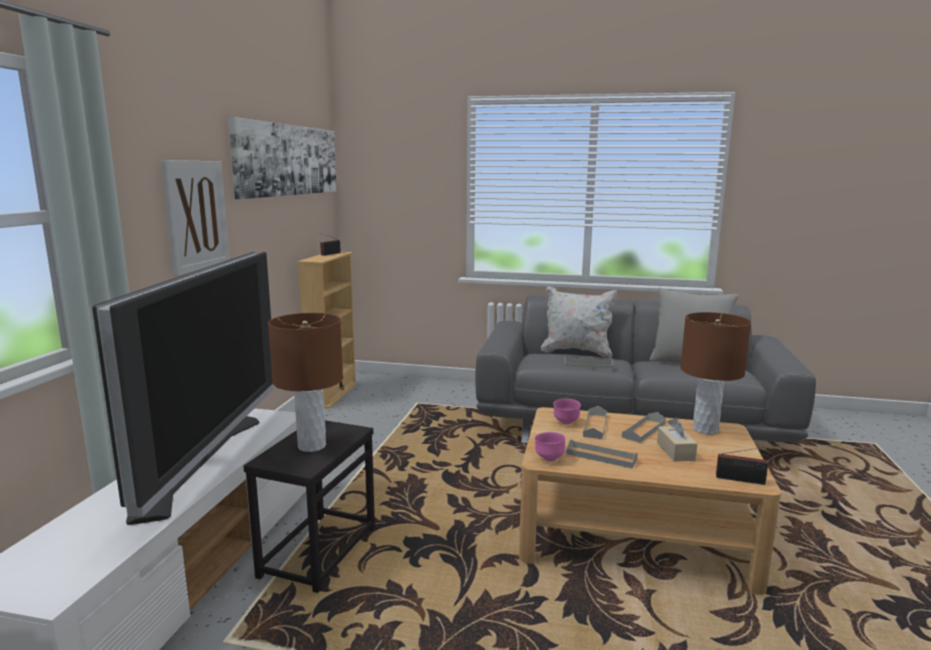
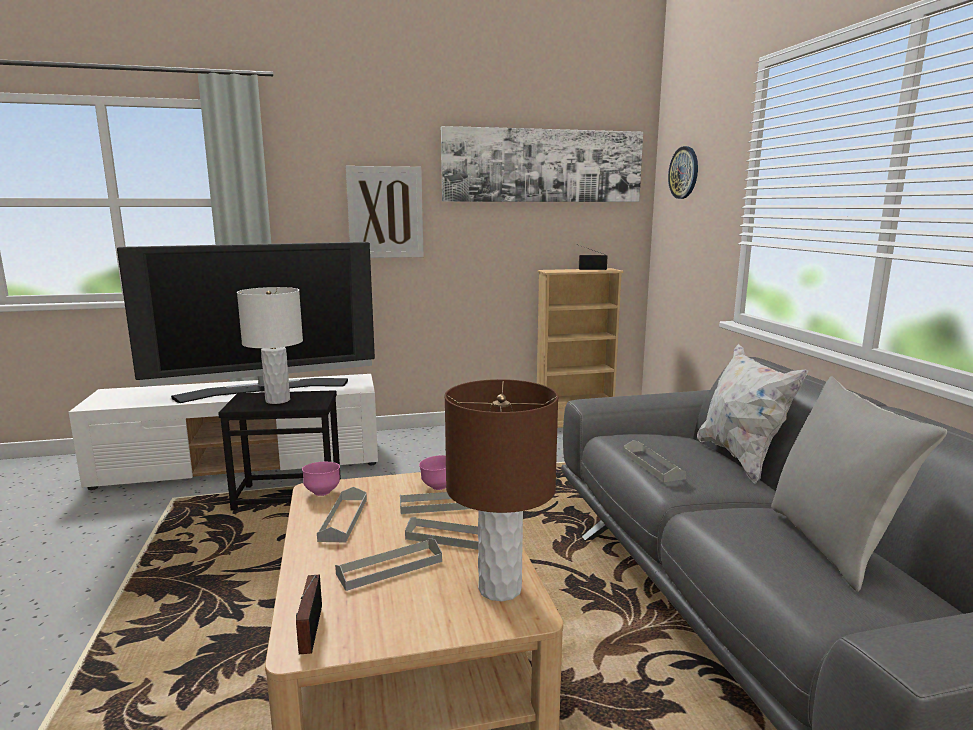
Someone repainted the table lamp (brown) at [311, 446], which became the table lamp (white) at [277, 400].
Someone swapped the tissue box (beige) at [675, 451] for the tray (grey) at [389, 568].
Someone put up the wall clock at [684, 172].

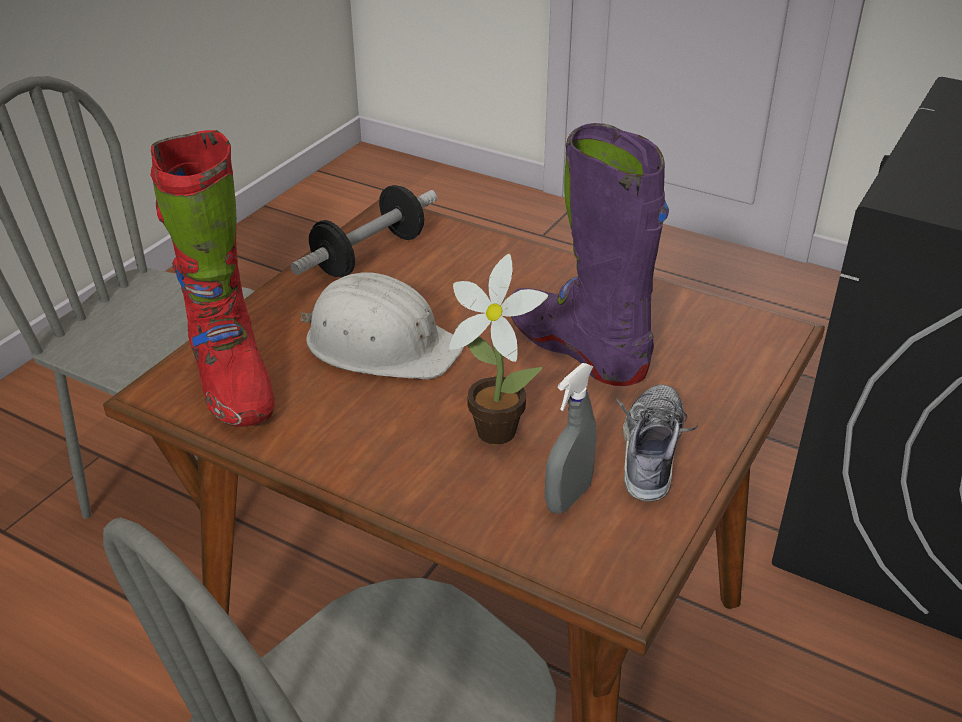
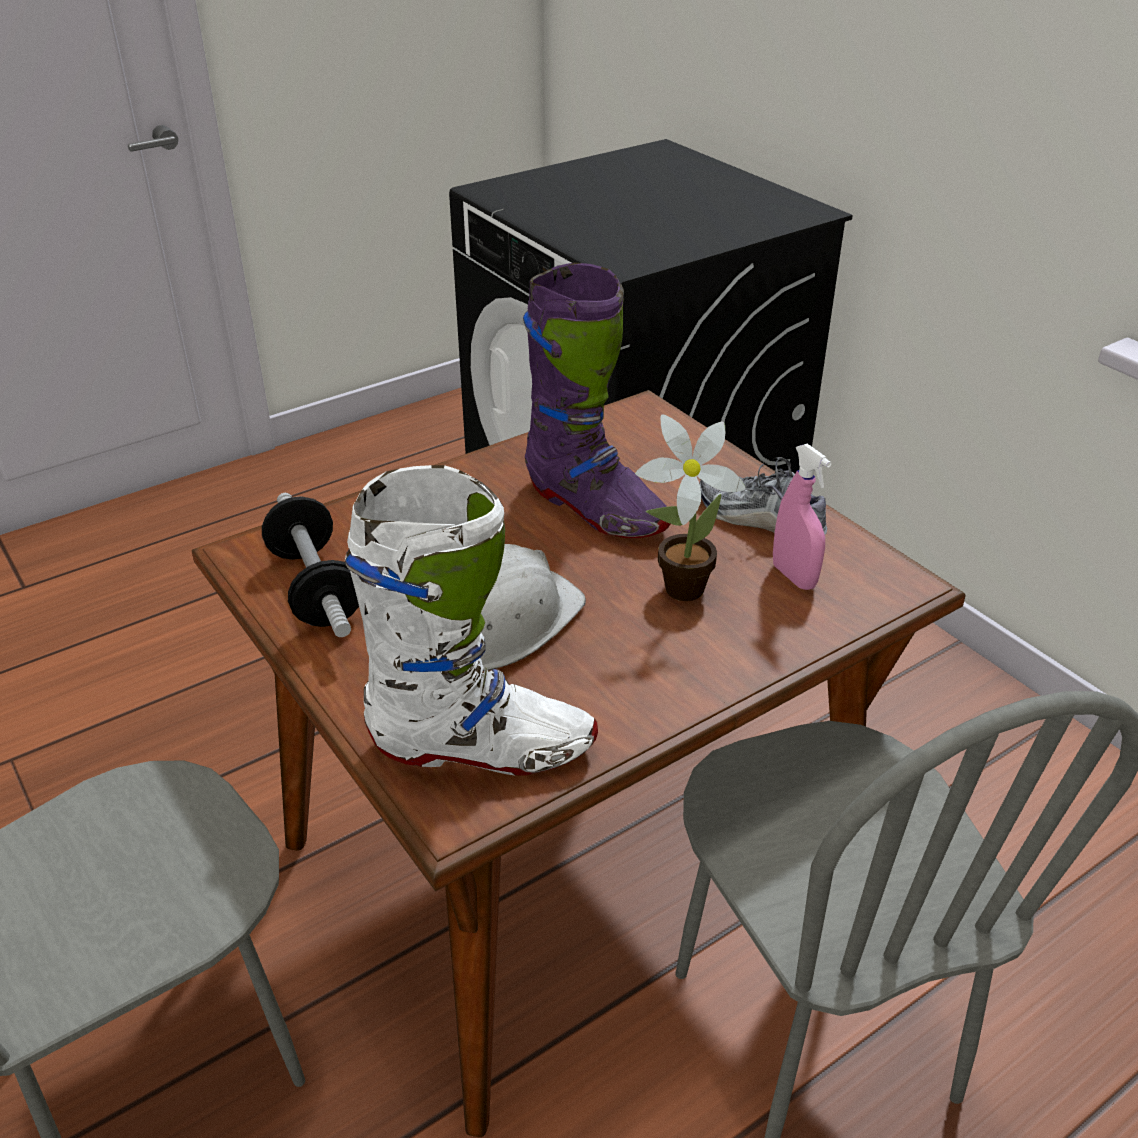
Someone rotated the boot (purple) at [578, 349] by 120 degrees counterclockwise.
Someone repainted the boot (red) at [232, 382], which became the boot (white) at [482, 749].
Someone repainted the spray bottle (grey) at [568, 497], which became the spray bottle (pink) at [794, 577].

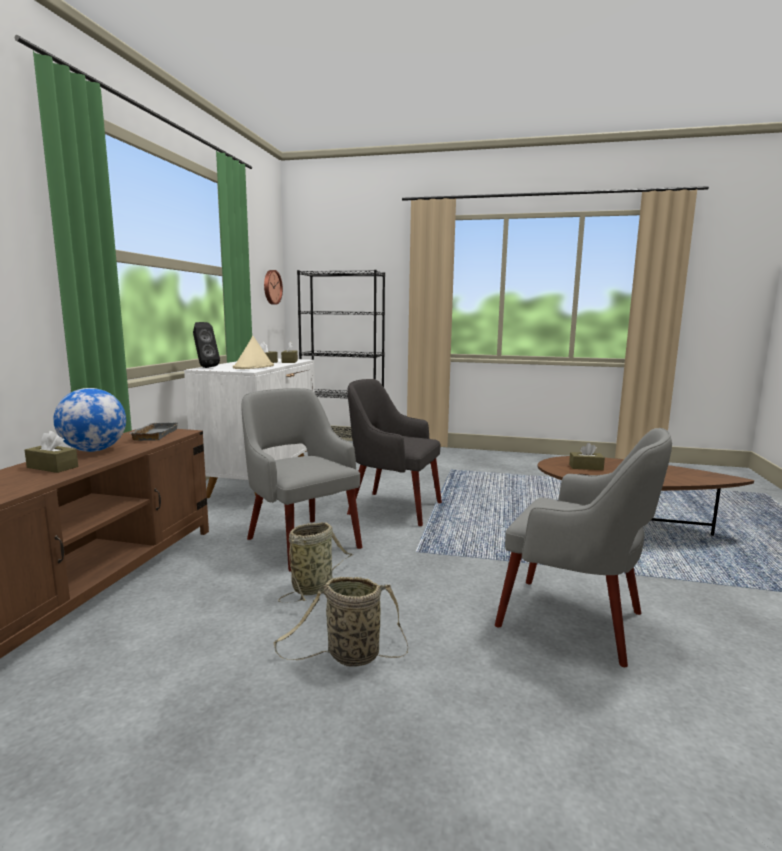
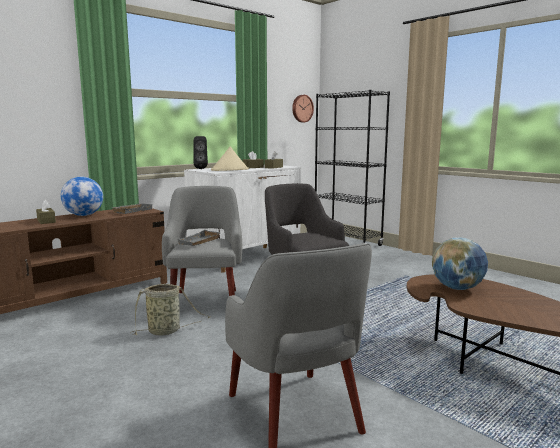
Someone swapped the tissue box (brown) at [586, 467] for the globe at [457, 288].
Someone took away the basket at [349, 656].
Someone put down the tray (grey) at [200, 241].

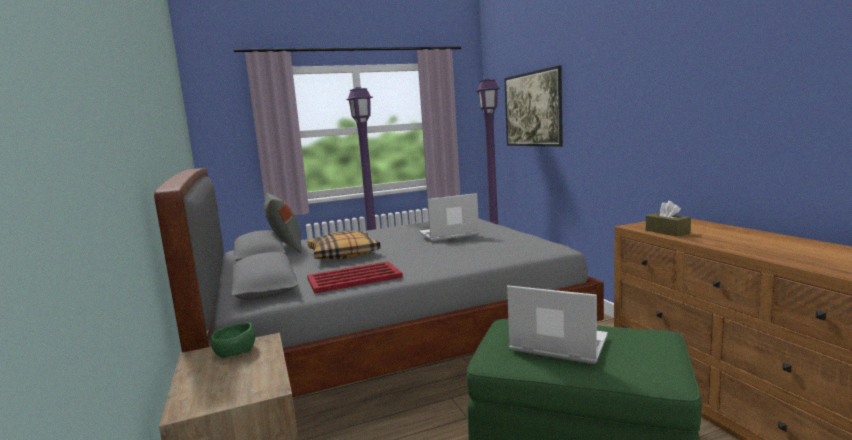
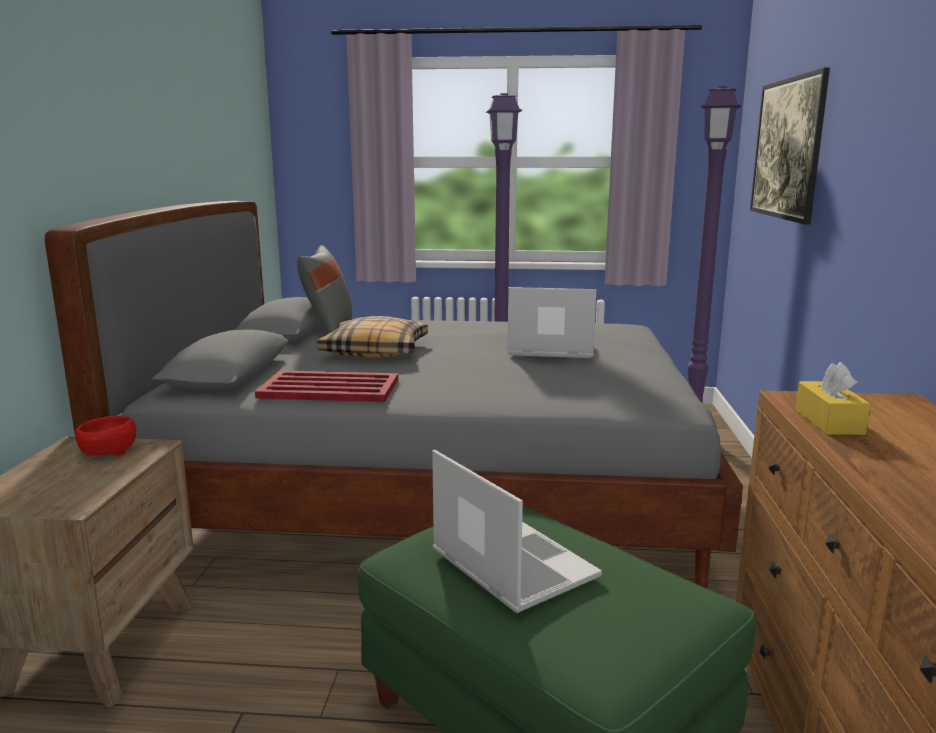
Someone repainted the tissue box (brown) at [667, 232], which became the tissue box (yellow) at [828, 422].
Someone repainted the bowl (green) at [234, 352], which became the bowl (red) at [107, 451].

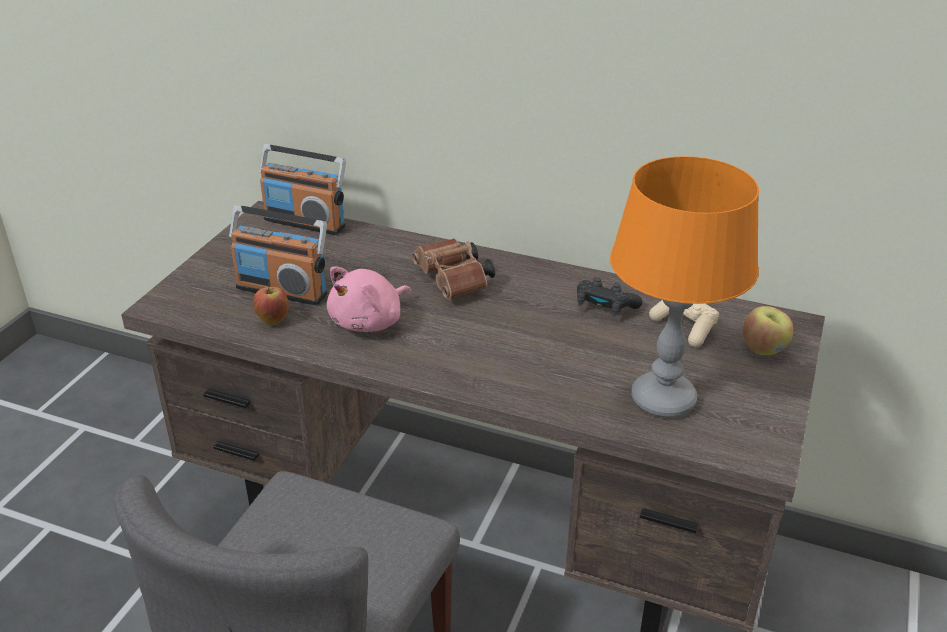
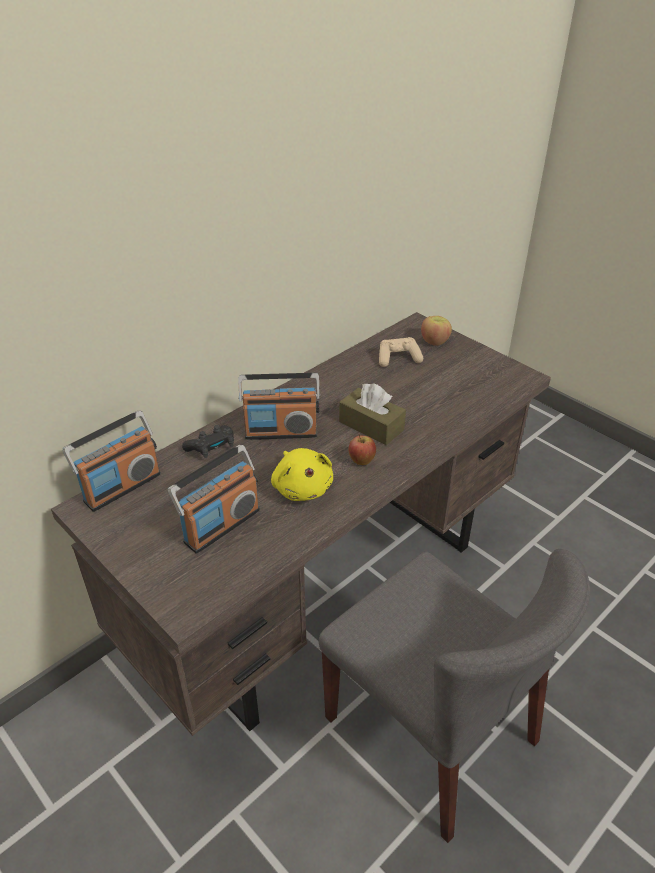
Someone took away the table lamp (orange) at [663, 400].
Someone swapped the binoculars (brown) at [454, 282] for the radio at [281, 432].
Someone repainted the plush toy (pink) at [369, 322], which became the plush toy (yellow) at [302, 487].
Someone carried the game controller (black) from [604, 307] to [212, 448].
Someone carried the apple from [273, 321] to [361, 461].
Someone put down the tissue box (brown) at [371, 426].

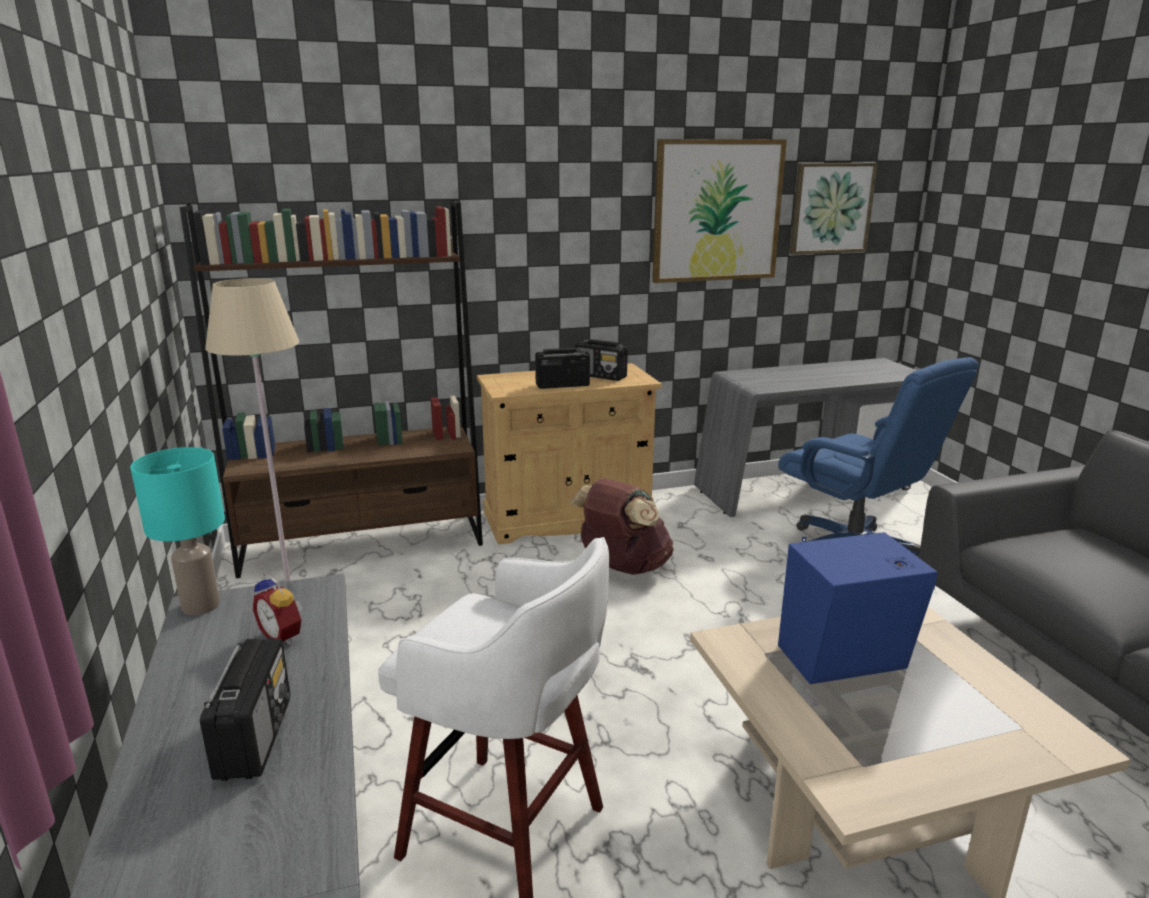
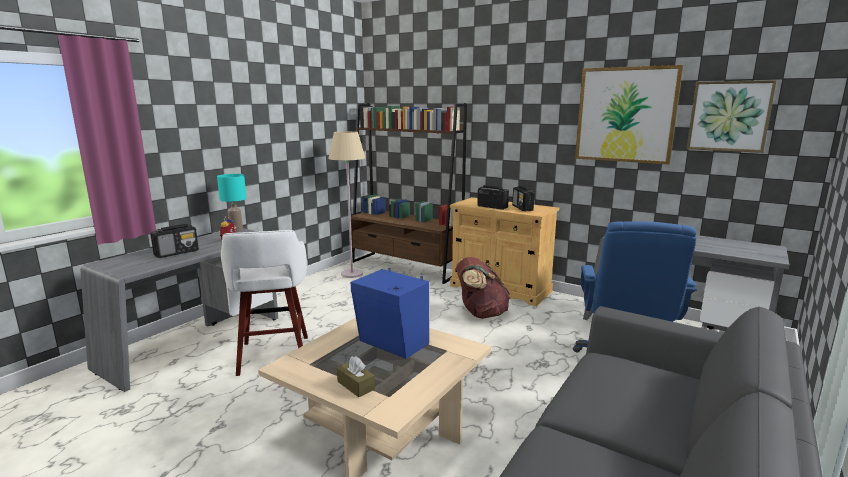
Someone put down the tissue box (brown) at [356, 385].

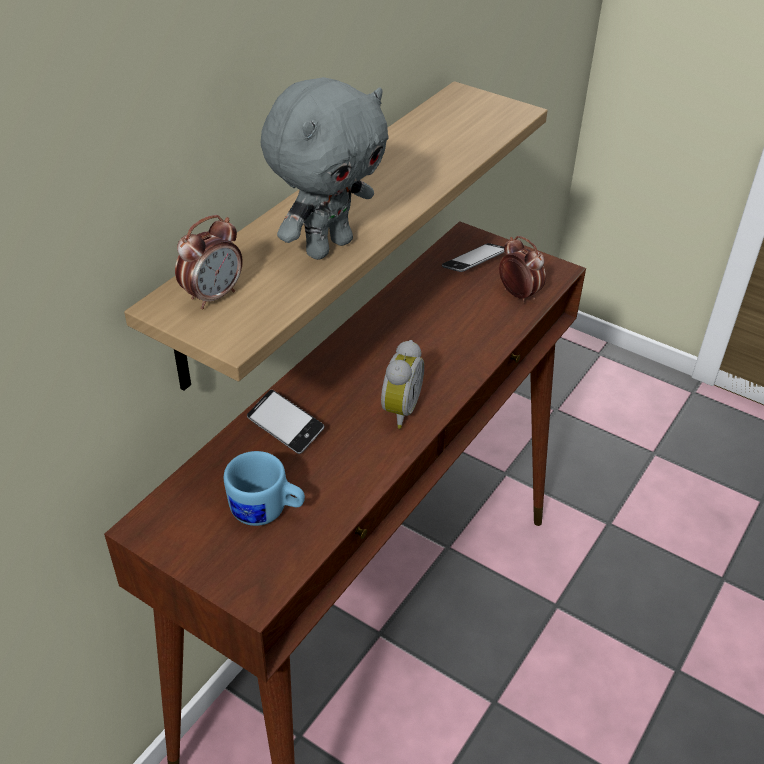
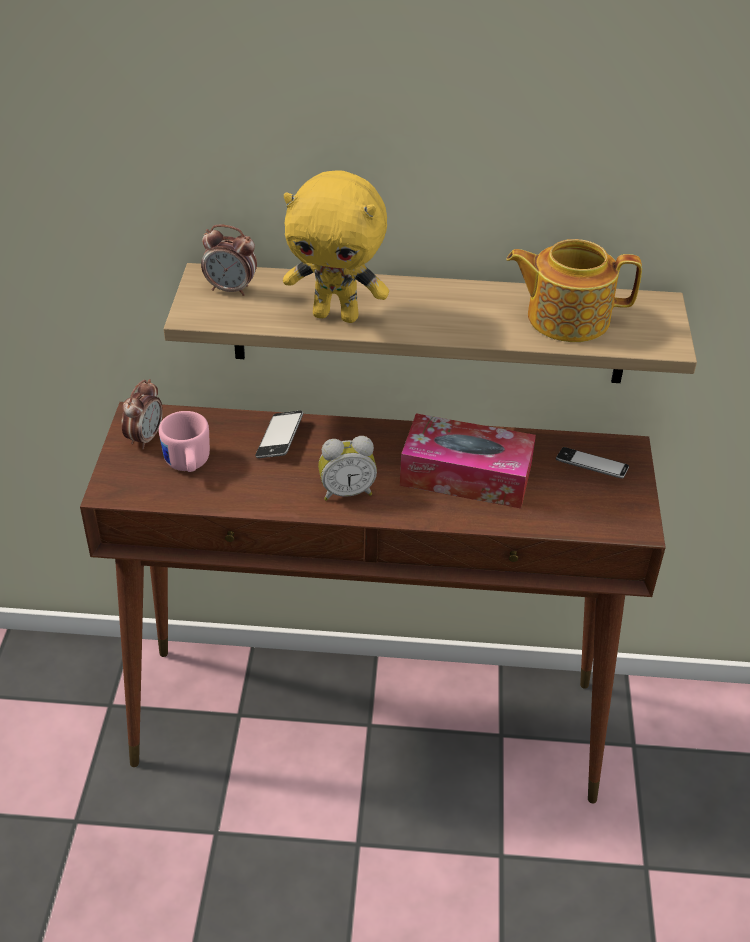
Someone repainted the plush toy (grey) at [327, 246], which became the plush toy (yellow) at [337, 315].
Someone carried the alarm clock from [518, 294] to [145, 438].
Someone repainted the mug (blue) at [267, 512], which became the mug (pink) at [187, 465].
Someone put down the teapot at [566, 317].
Someone put down the tissue box at [466, 475].

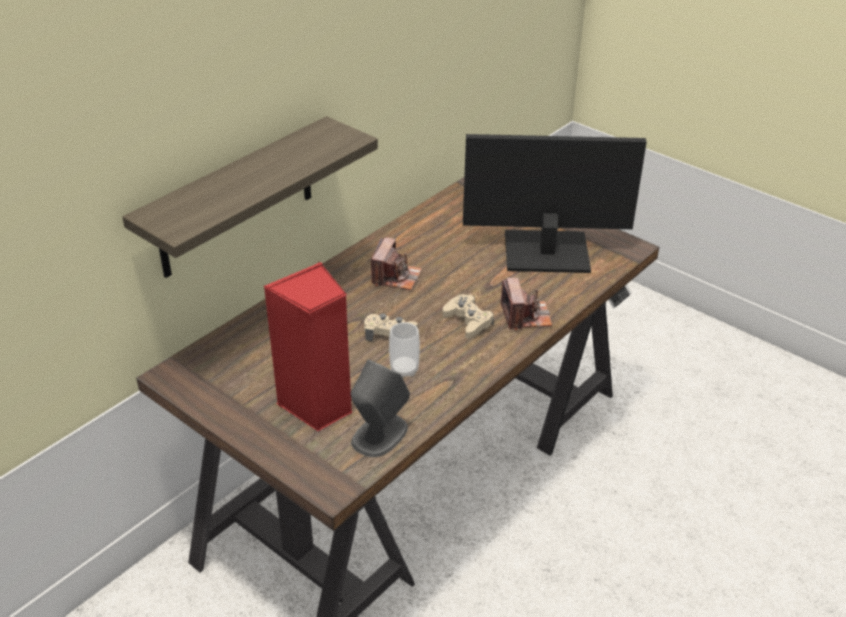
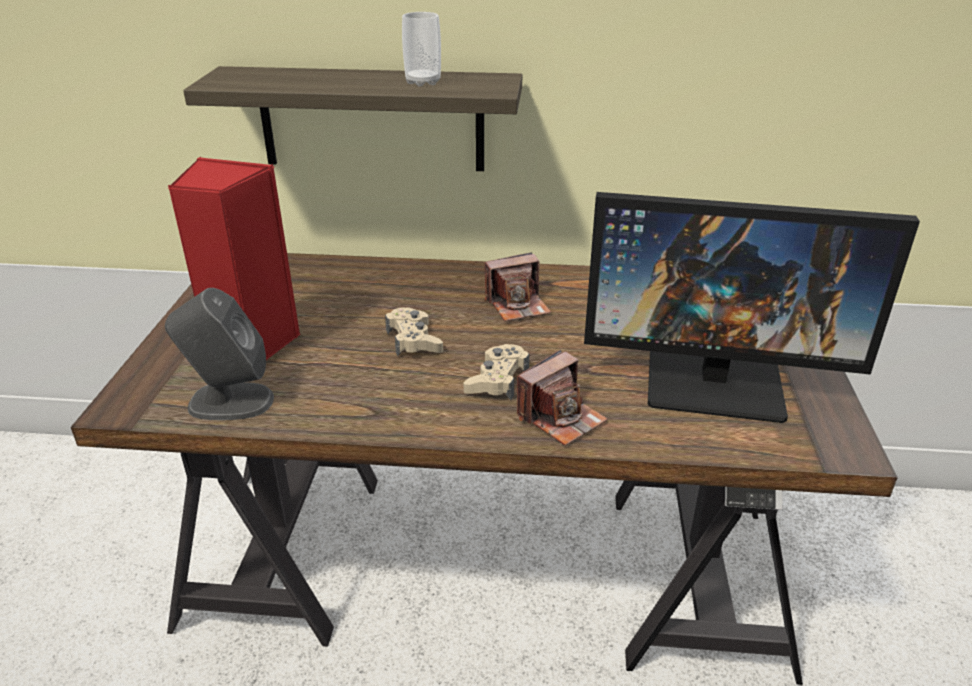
Someone rotated the monitor at [545, 252] by 135 degrees clockwise.
Someone carried the cup from [404, 370] to [423, 82].

